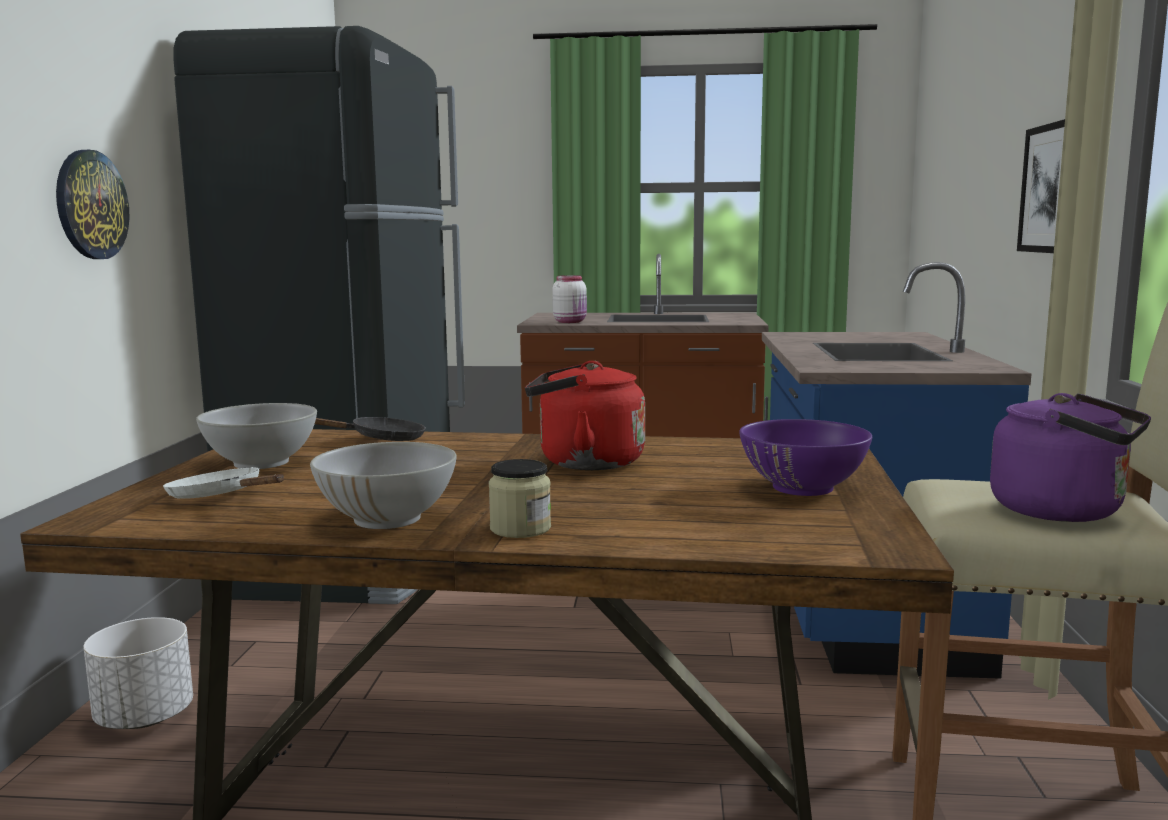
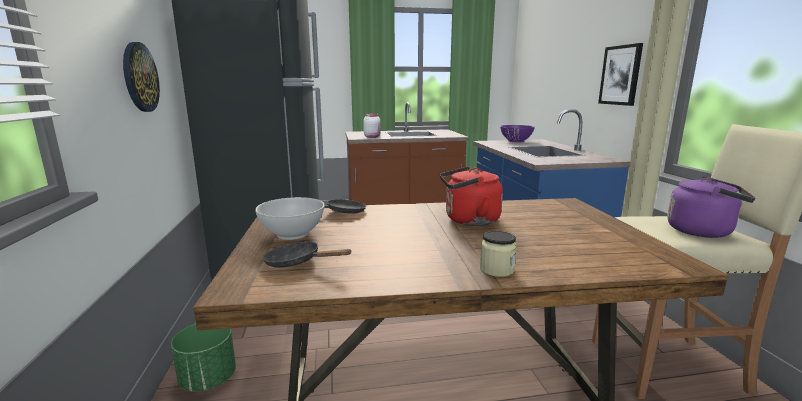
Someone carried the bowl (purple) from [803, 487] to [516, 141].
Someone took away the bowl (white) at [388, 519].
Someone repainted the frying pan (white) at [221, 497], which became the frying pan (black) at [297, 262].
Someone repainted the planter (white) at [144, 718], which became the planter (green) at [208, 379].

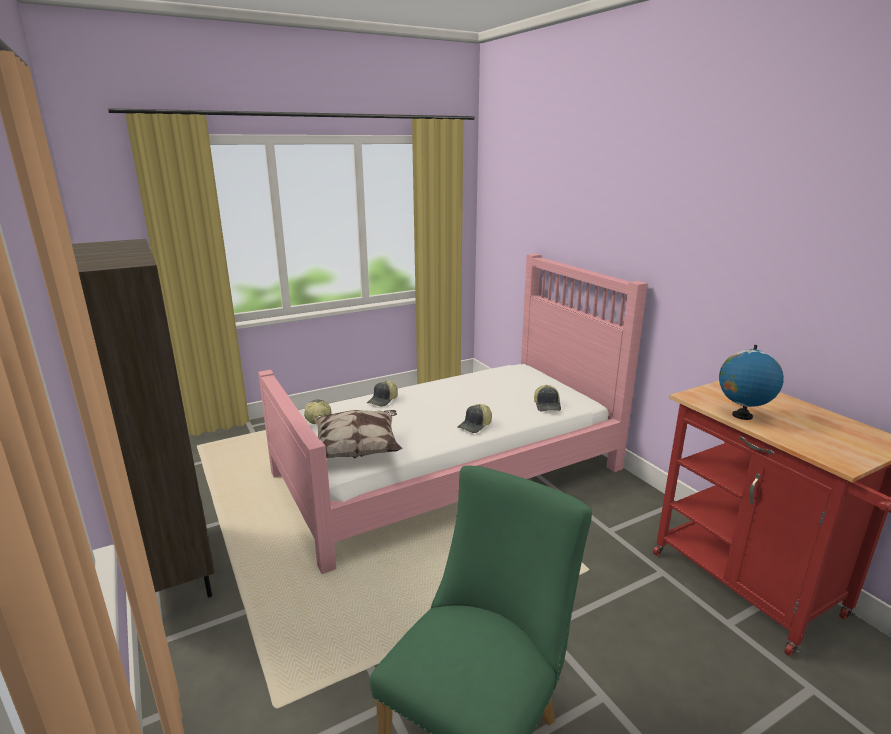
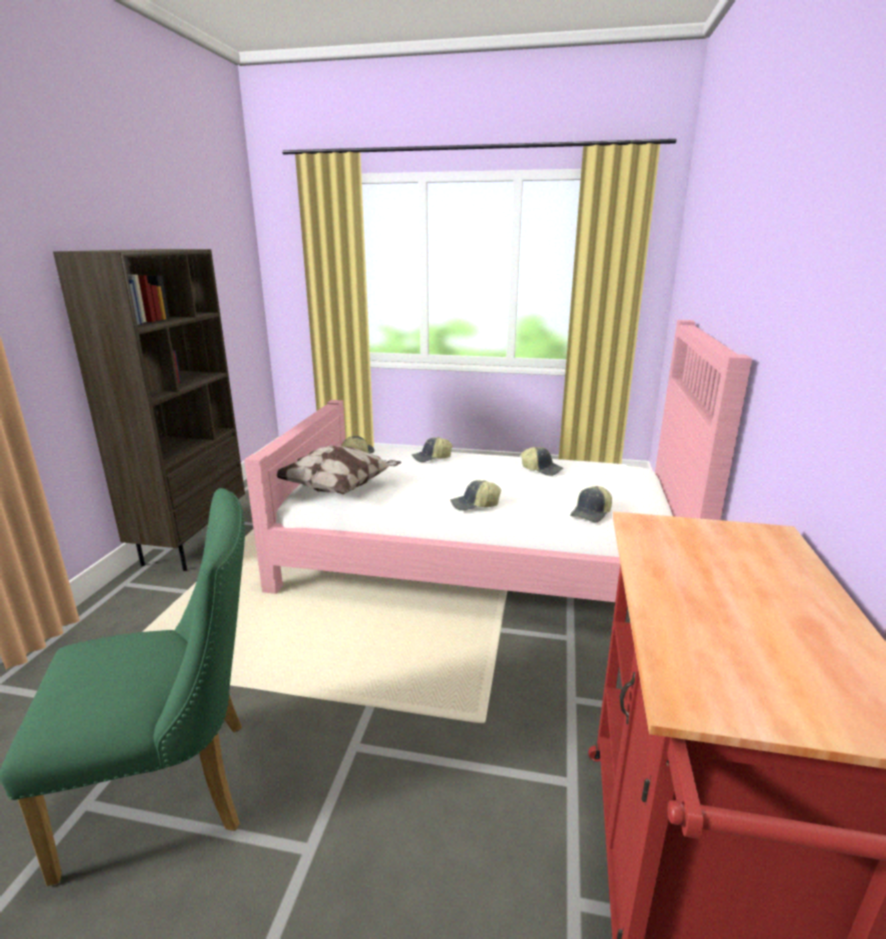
Someone took away the globe at [741, 416].
Someone put down the cap at [542, 469].

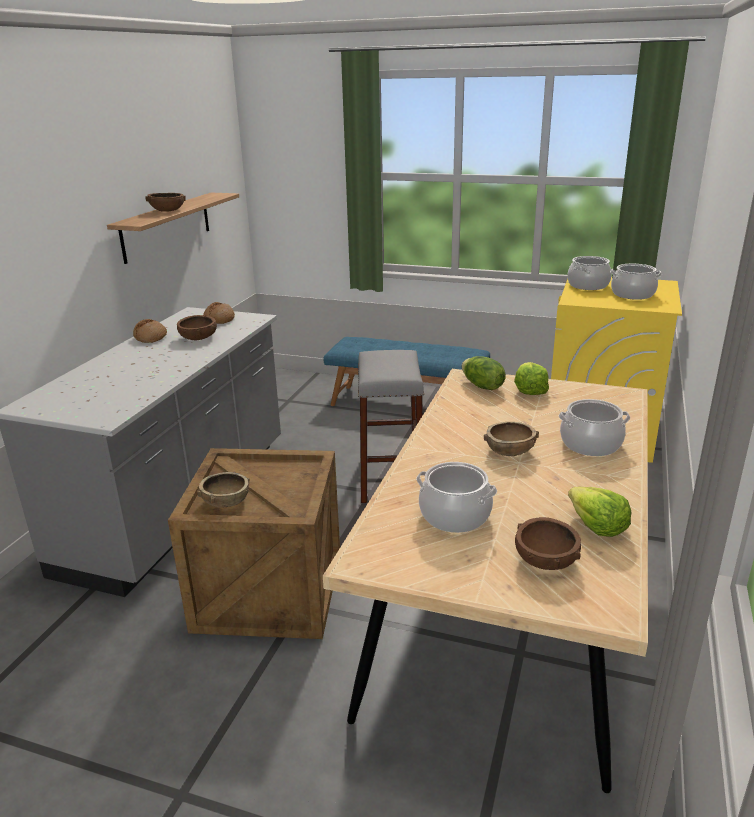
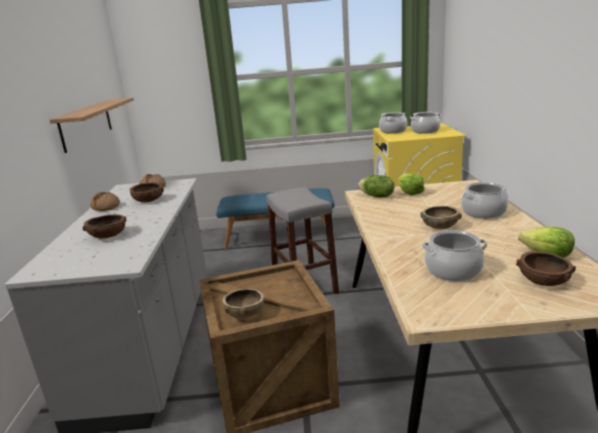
Someone carried the bowl (brown) from [167, 211] to [108, 236].

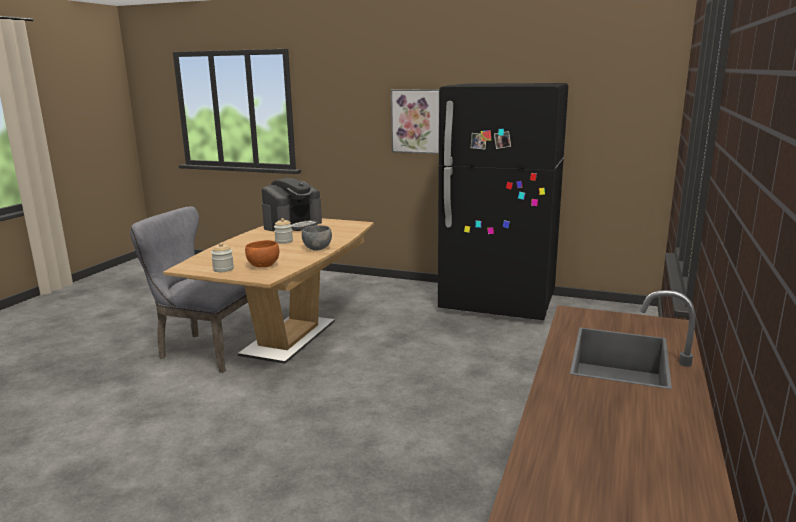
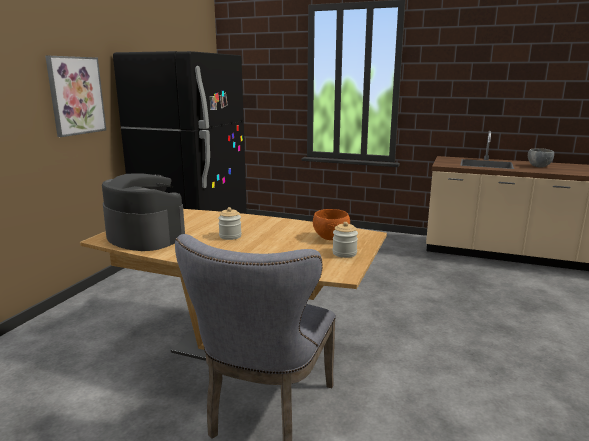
Someone carried the bowl (grey) from [317, 249] to [538, 166].

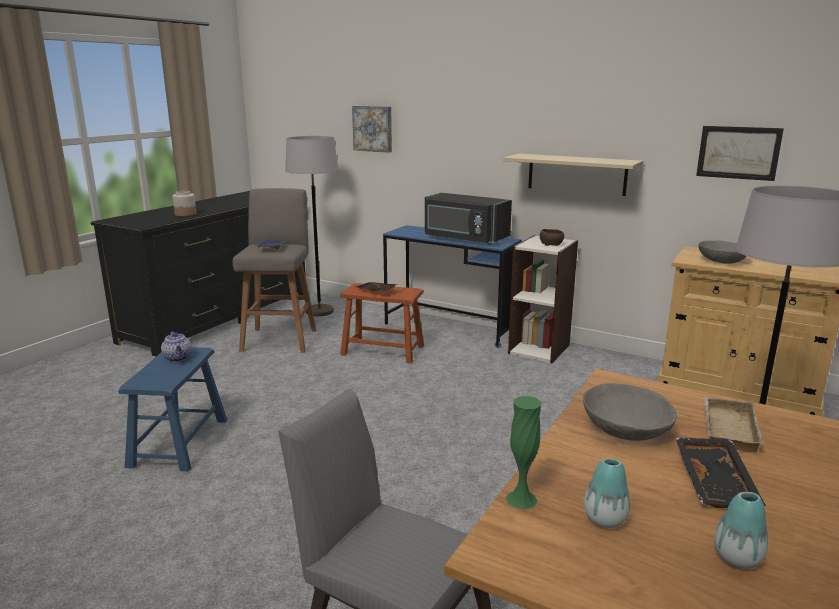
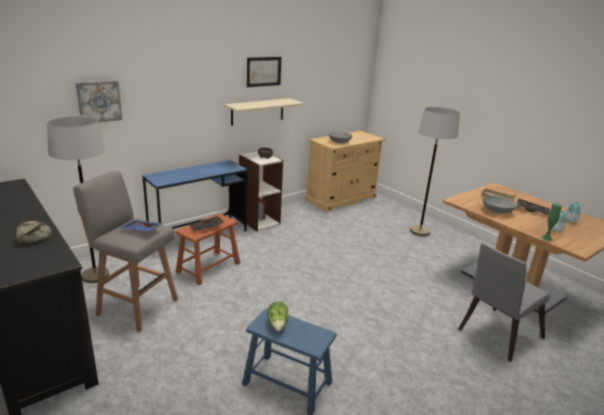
Someone carried the picture from [738, 152] to [264, 71].
Someone swapped the jar at [185, 214] for the bread at [34, 236].
Someone took away the microwave (black) at [464, 239].
Someone swapped the teapot at [178, 358] for the lettuce at [278, 324].

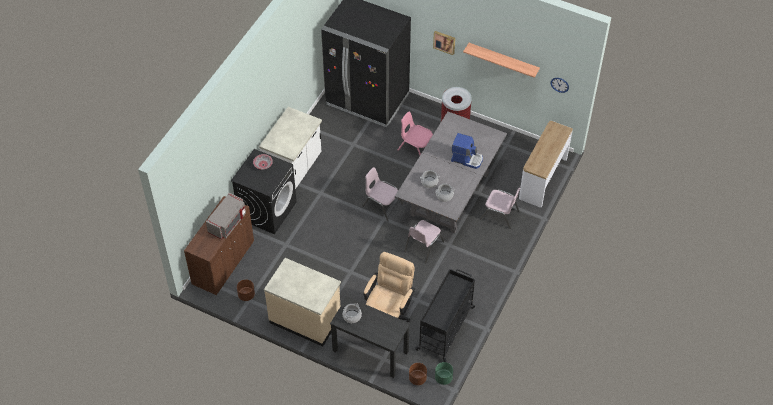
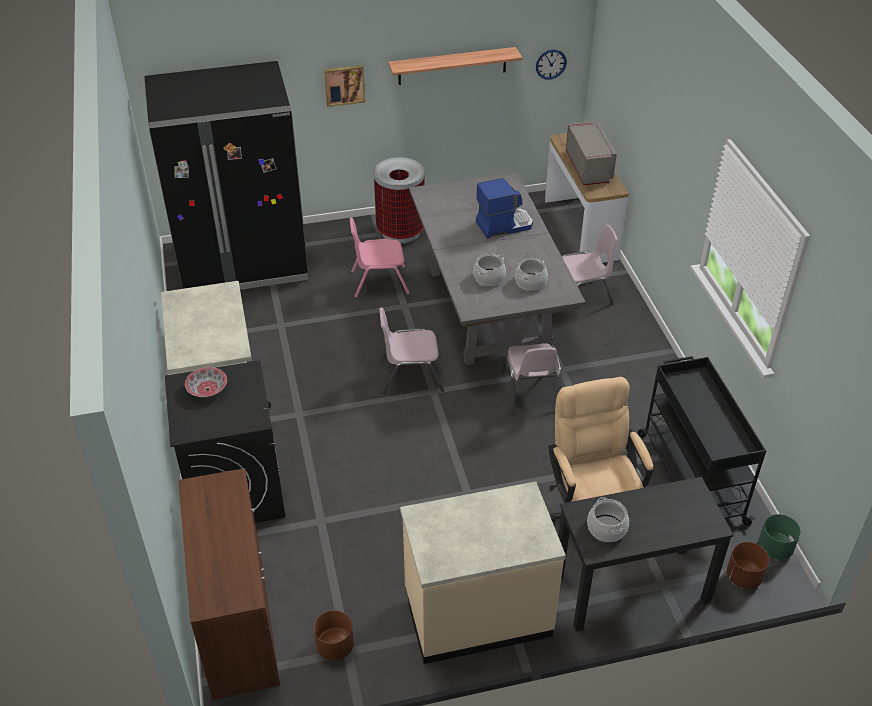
Someone carried the microwave (grey) from [228, 223] to [589, 167].

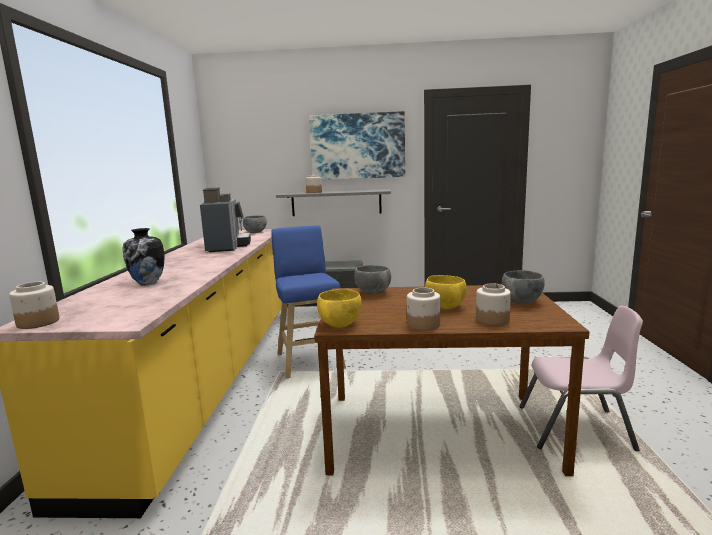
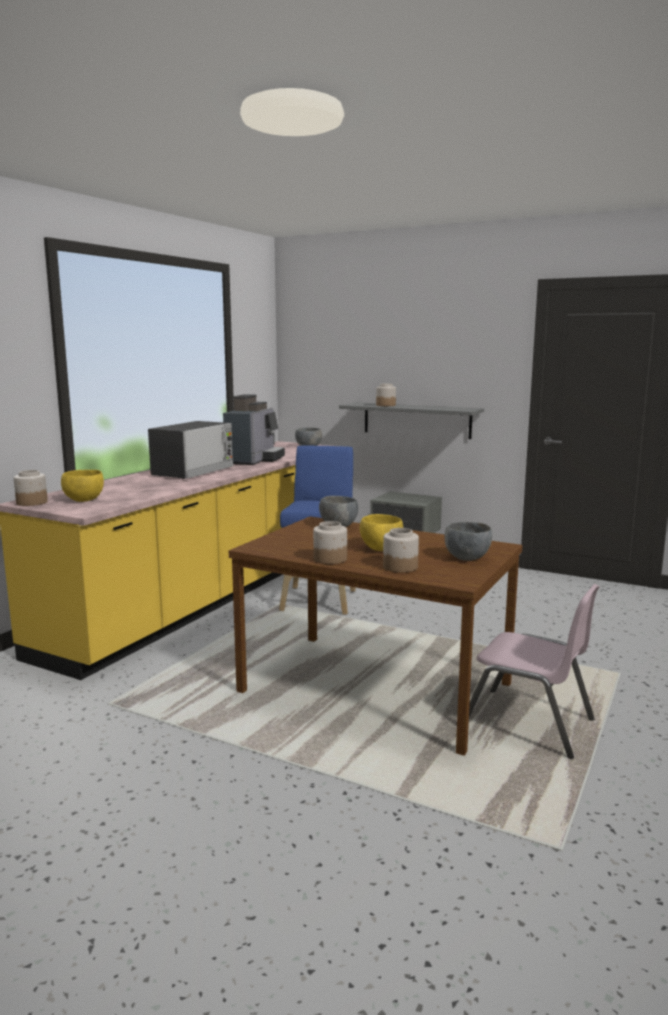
Someone took away the picture at [357, 146].
Someone took away the vase at [148, 283].
Someone carried the bowl (yellow) from [339, 324] to [83, 500].
Someone put down the microwave at [193, 472].

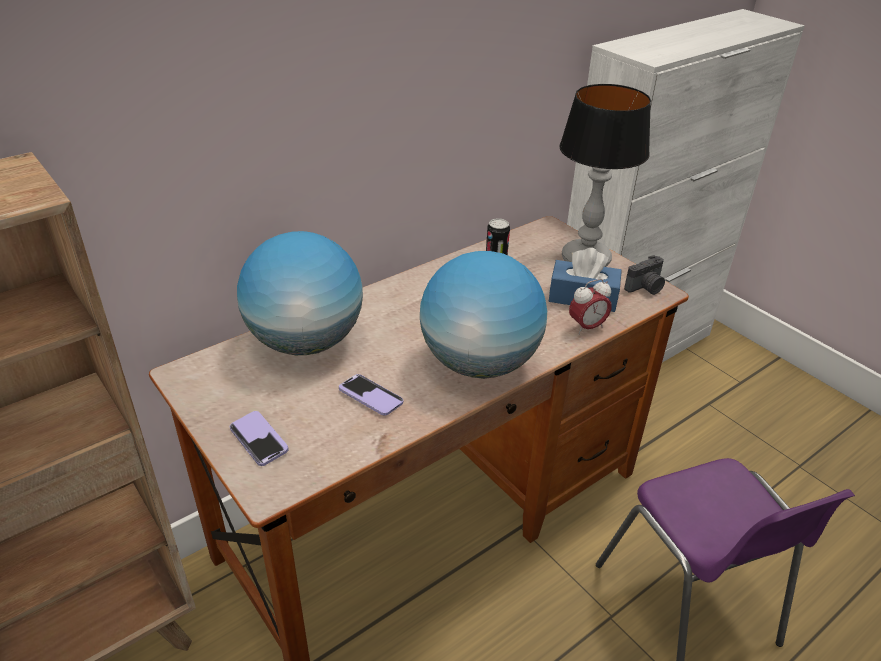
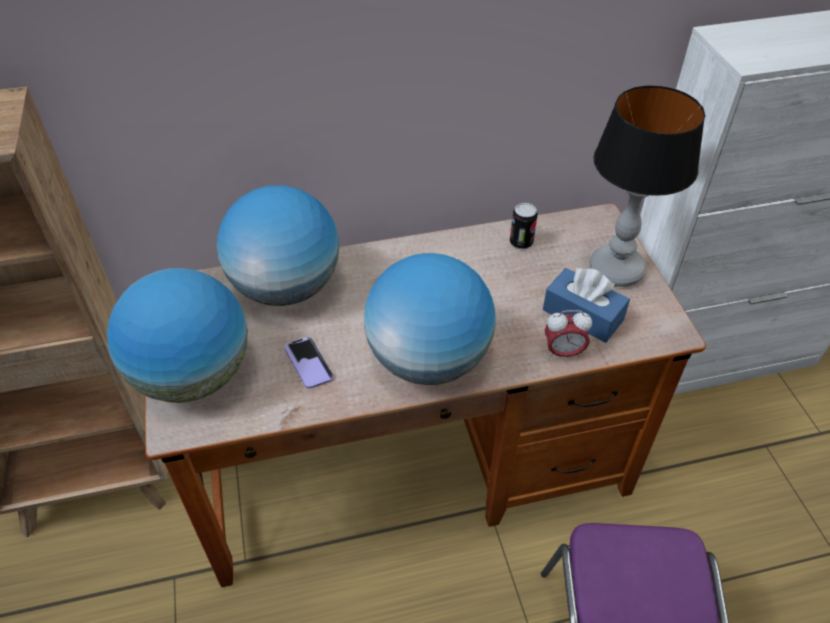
Someone took away the photo camera at [646, 288].
Someone swapped the phone at [259, 439] for the globe at [193, 376].

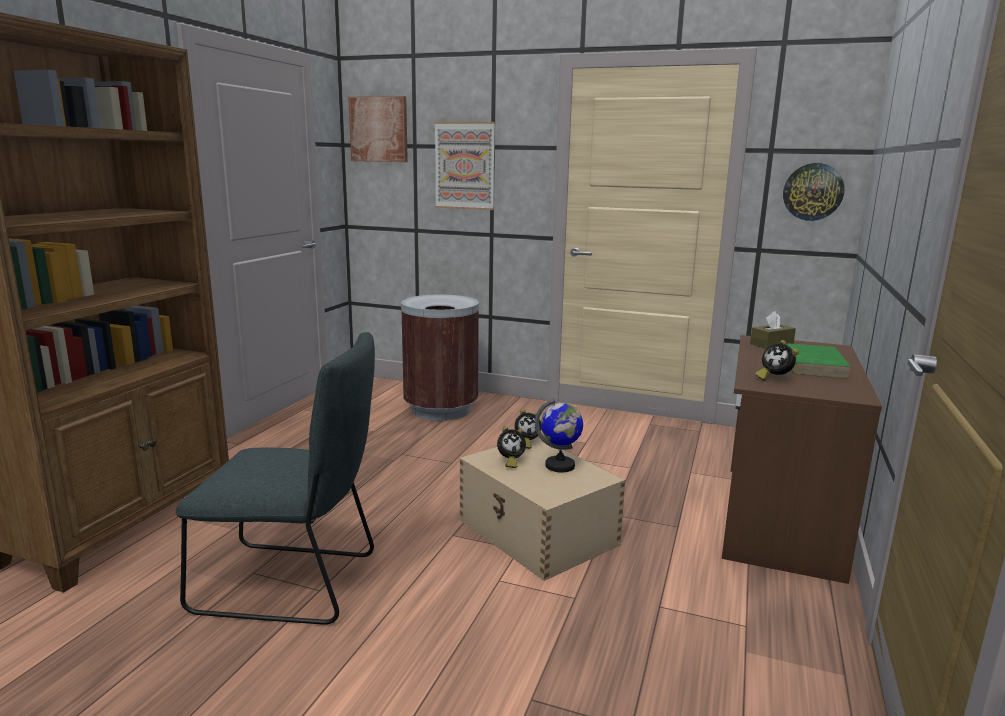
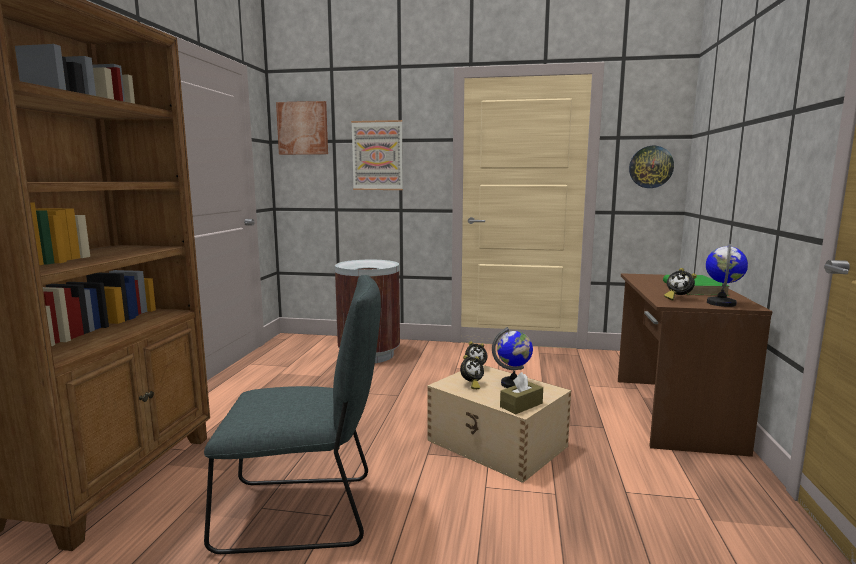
Someone carried the tissue box (brown) from [771, 344] to [521, 405].
Someone put down the globe at [721, 303].

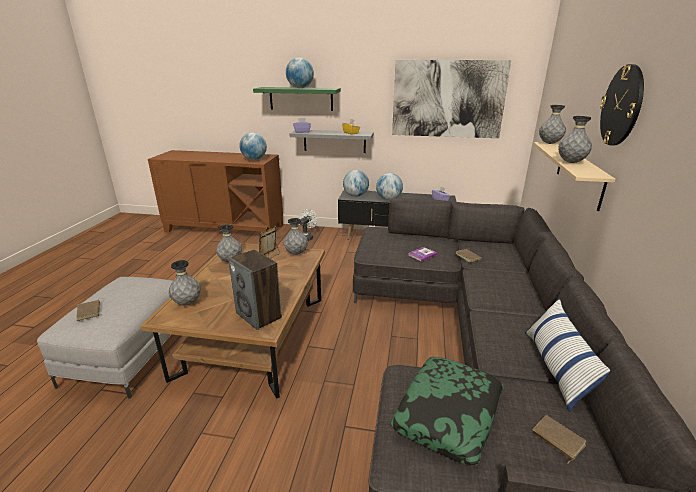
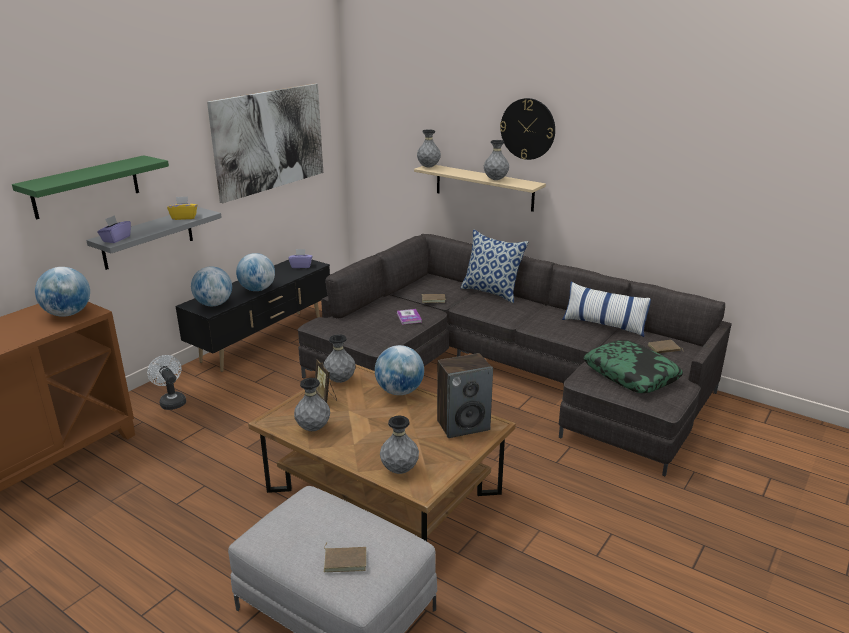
Someone carried the globe from [300, 88] to [399, 391].
Someone put down the pillow at [492, 292].

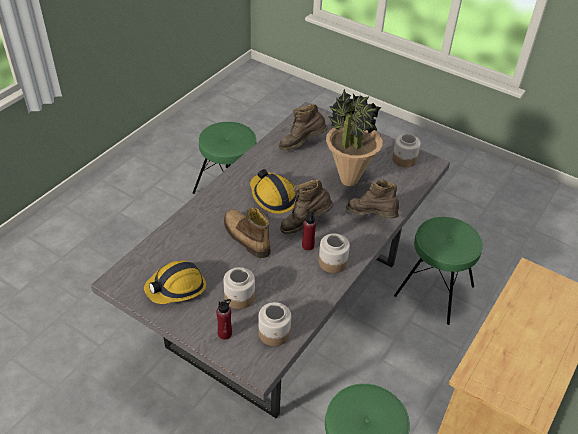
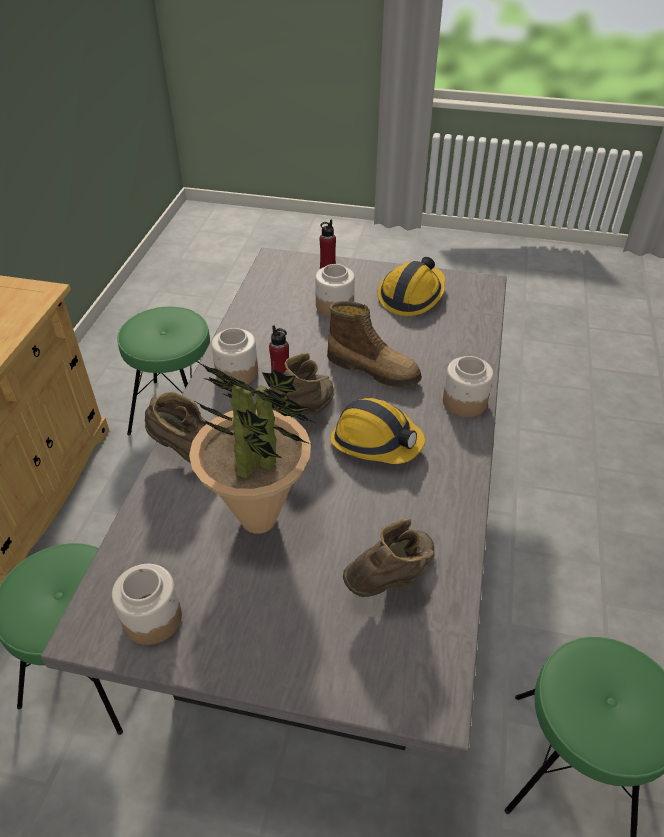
Someone carried the jar from [274, 333] to [464, 402].

